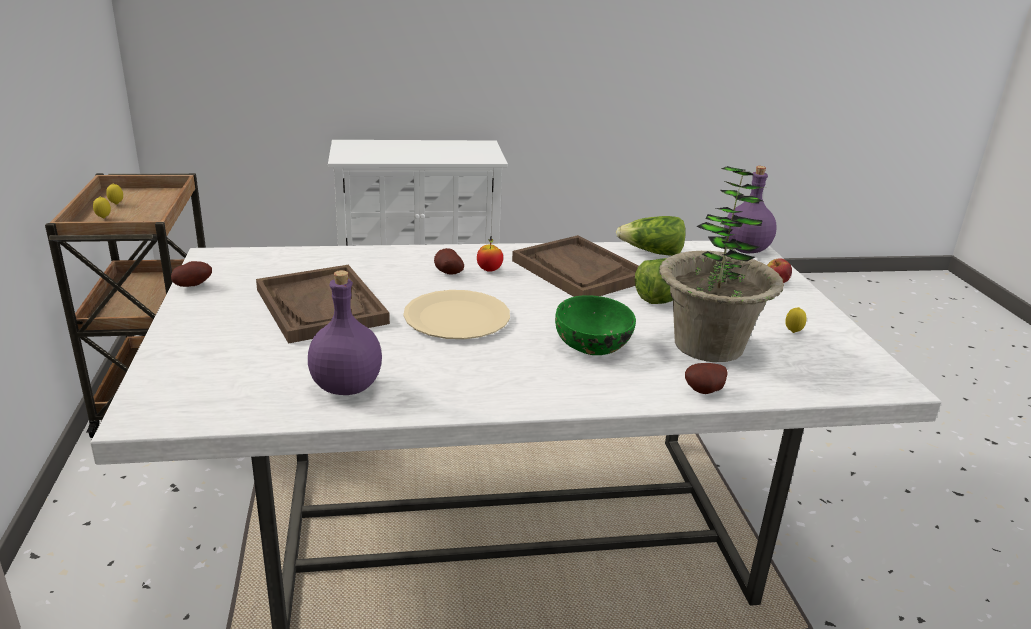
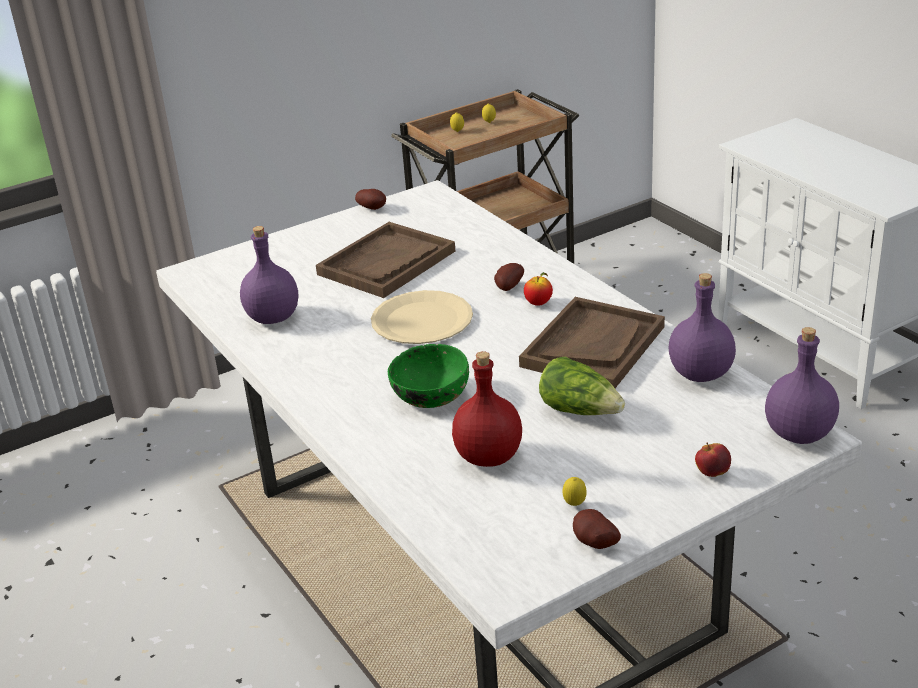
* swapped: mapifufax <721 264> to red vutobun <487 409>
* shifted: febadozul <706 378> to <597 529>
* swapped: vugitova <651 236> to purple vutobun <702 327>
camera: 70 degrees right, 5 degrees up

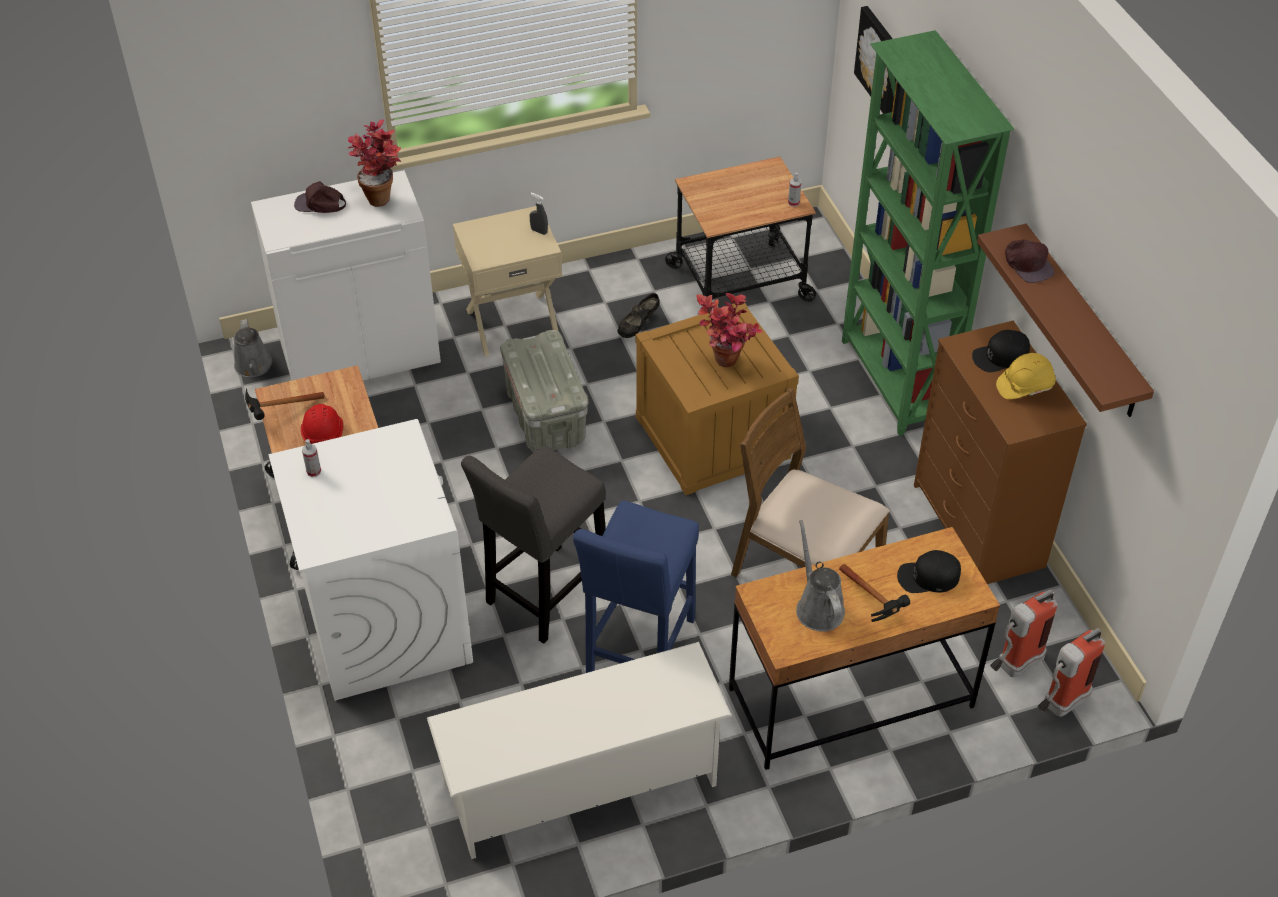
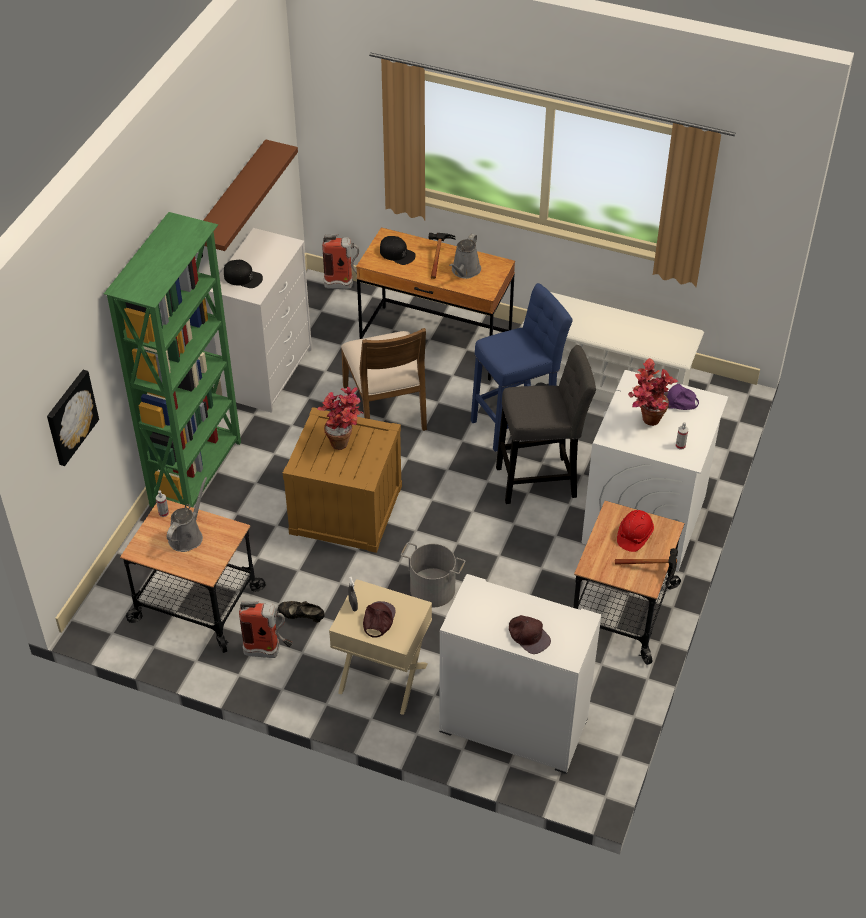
* shifted: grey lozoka <253 348> to <186 514>
* repainted: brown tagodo <1000 452> to white tagodo <260 320>
* shifted: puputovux <1023 633> to <266 629>
* rotated: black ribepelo <638 315> = <301 611> 150 degrees counterclockwise
* shifted: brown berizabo <1030 261> to <379 619>
* swapped: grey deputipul <544 391> to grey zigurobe <433 575>
* shifted: mapifufax <374 163> to <653 392>
* new: purple berizabo <681 397>
* gone: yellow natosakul <1026 376>
camera: 140 degrees left, 0 degrees up

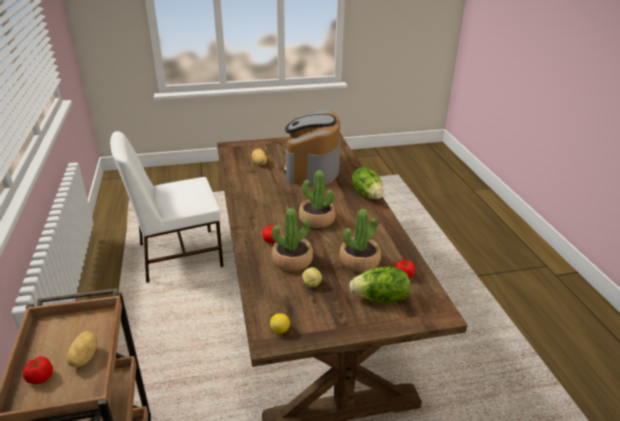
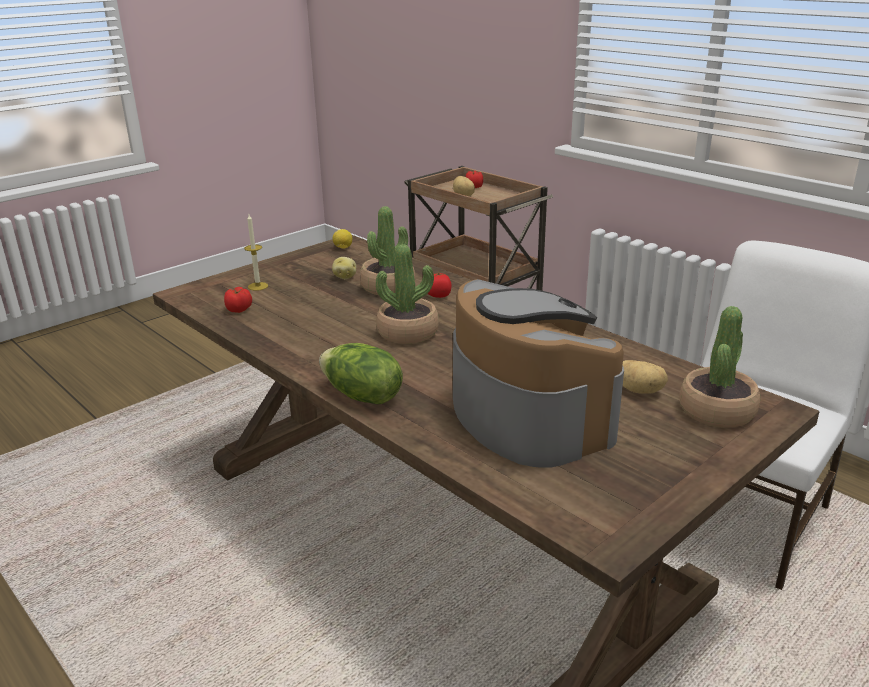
* swapped: vugitova <380 285> to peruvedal <256 252>
* shifted: mapifufax <360 240> to <719 367>
camera: 150 degrees right, 5 degrees down

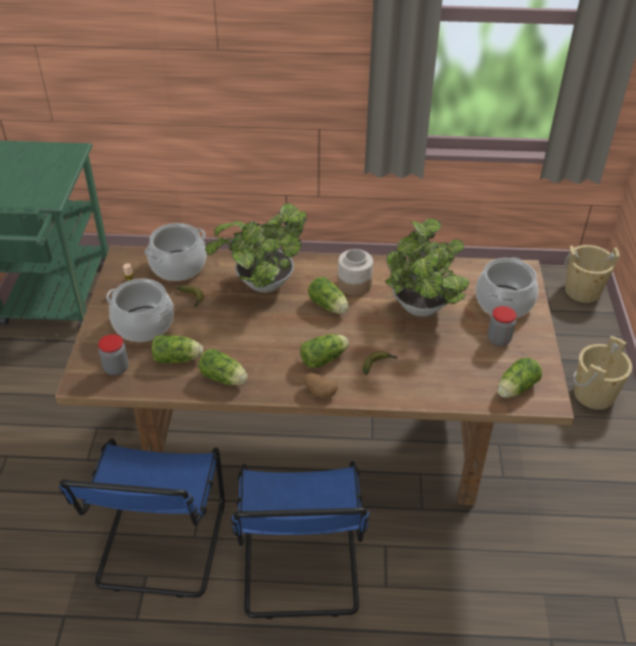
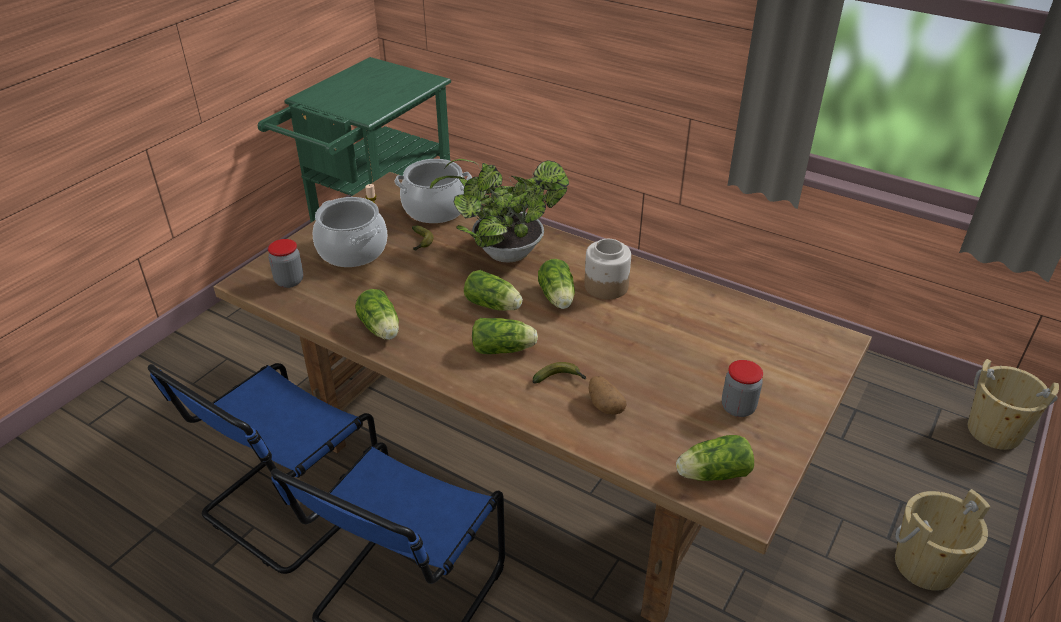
* shifted: vugitova <177 349> to <493 290>
* shifted: febadozul <321 385> to <607 395>
* gone: mapifufax <427 267>
* gone: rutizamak <506 287>
camera: 30 degrees right, 5 degrees down

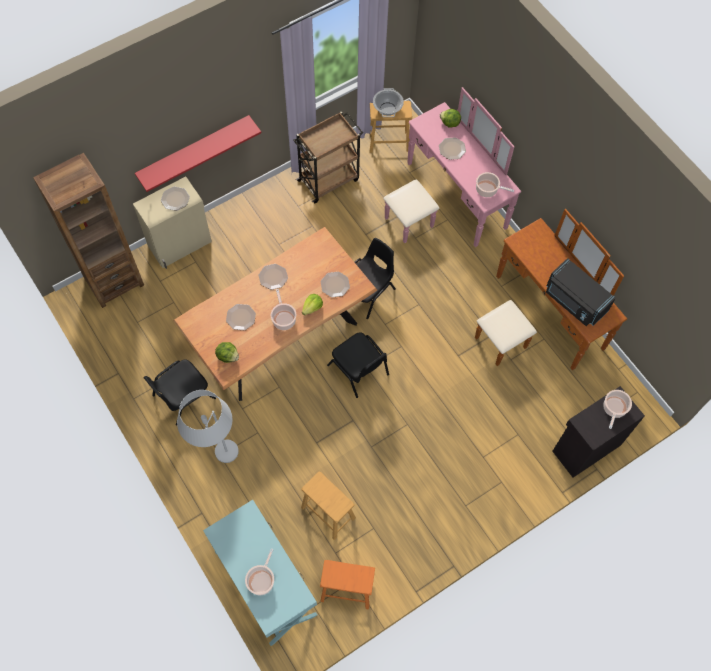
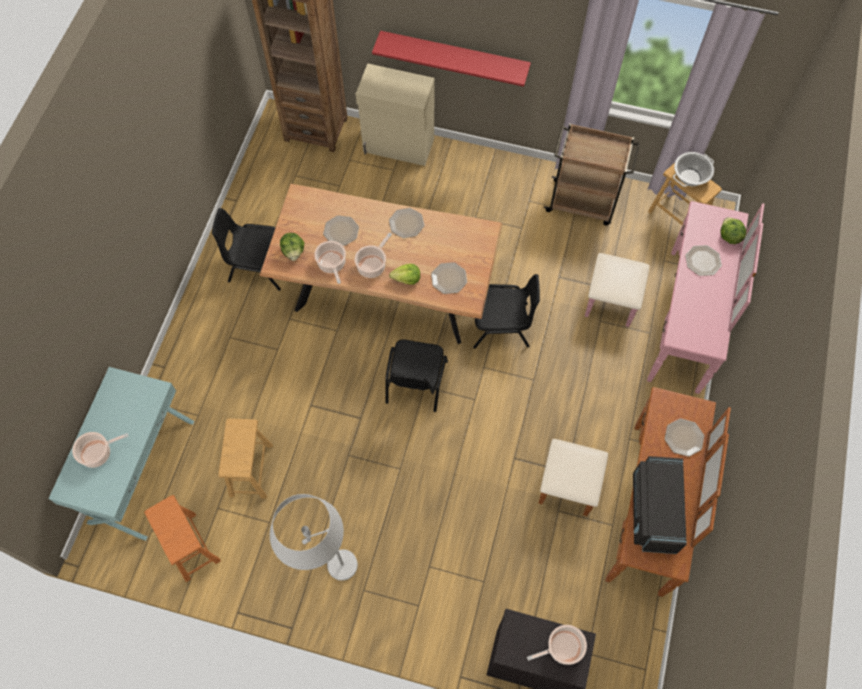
* shifted: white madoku <208 426> to <314 537>
* shifted: rutizamak <495 184> to <330 262>
* shifted: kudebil <175 198> to <684 438>
camera: 50 degrees right, 0 degrees up

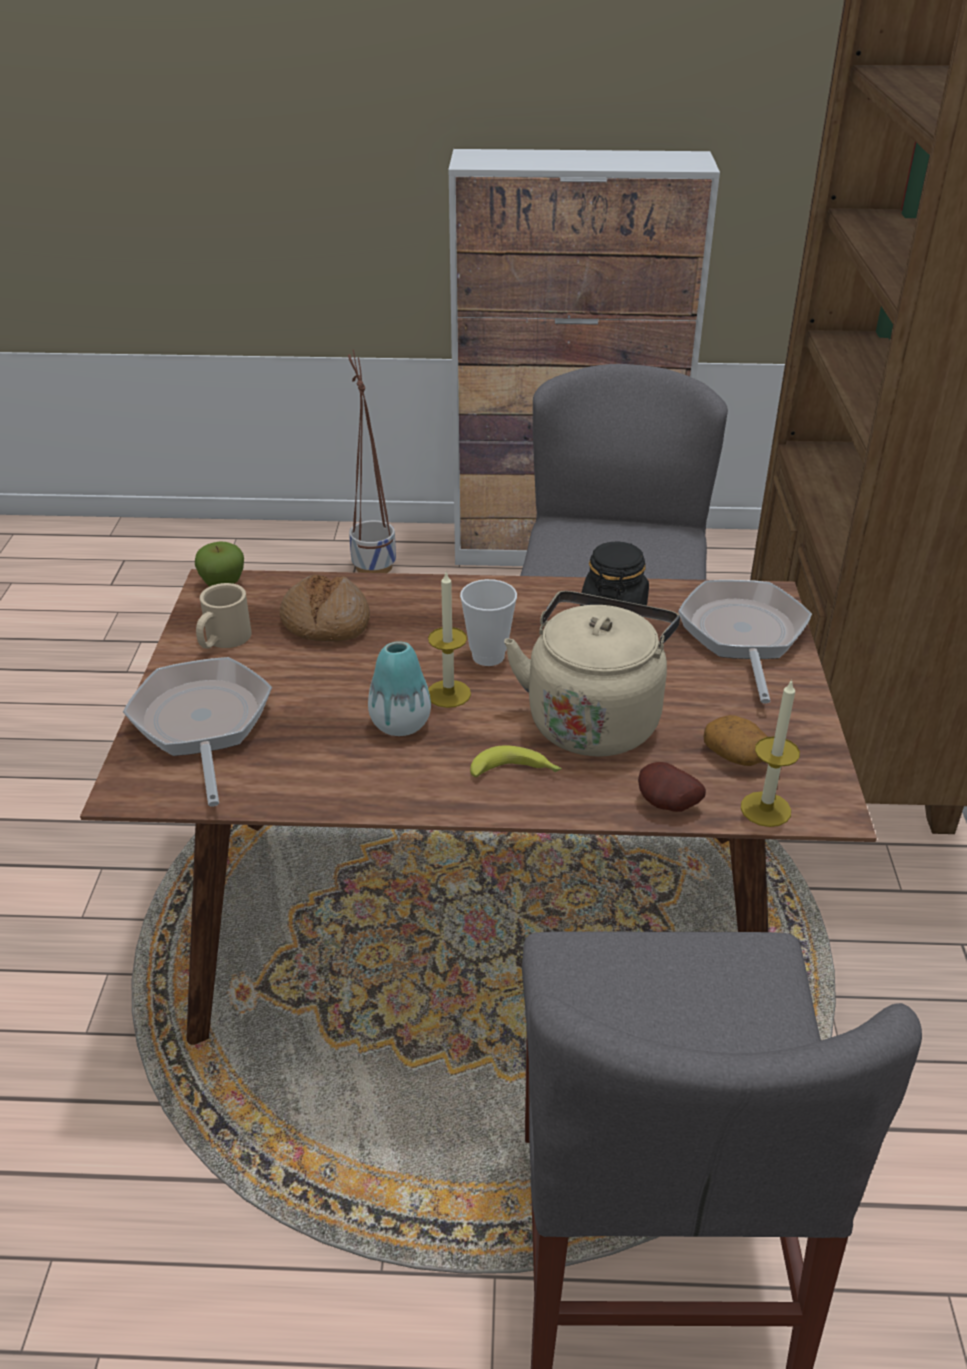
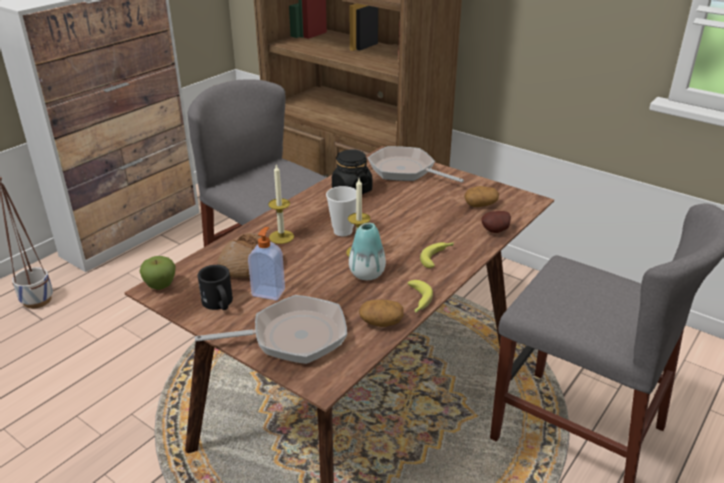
* rotated: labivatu <197 732> = <271 329> 150 degrees clockwise
* repainted: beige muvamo <224 615> to black muvamo <215 287>
* new: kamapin <266 263>
* shifted: peruvedal <770 753> to <281 204>
* new: febadozul <381 313>
* new: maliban <420 296>
* gone: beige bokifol <592 674>
camera: 55 degrees left, 5 degrees down

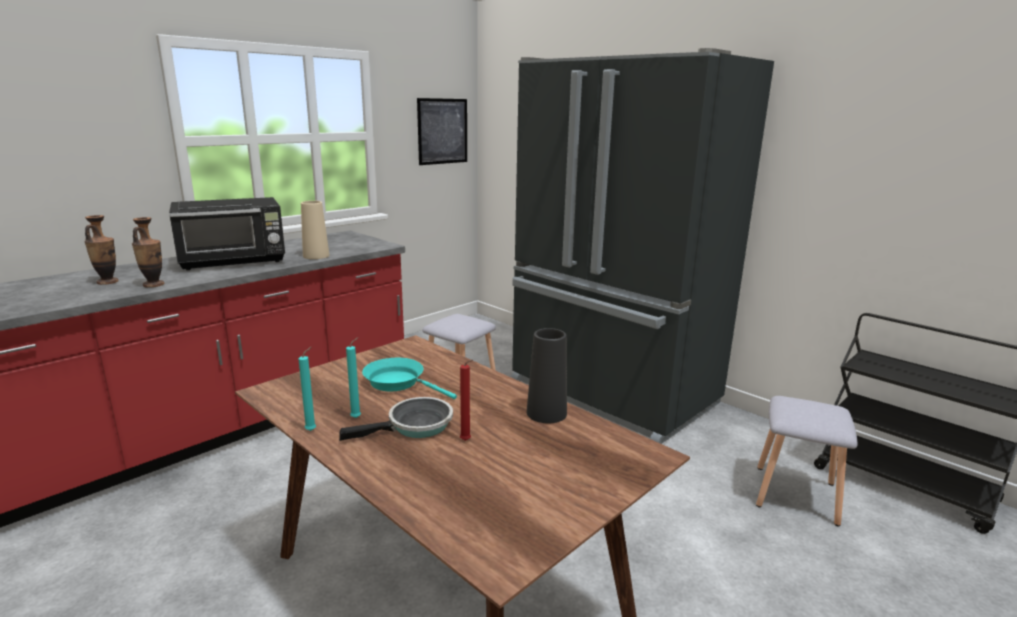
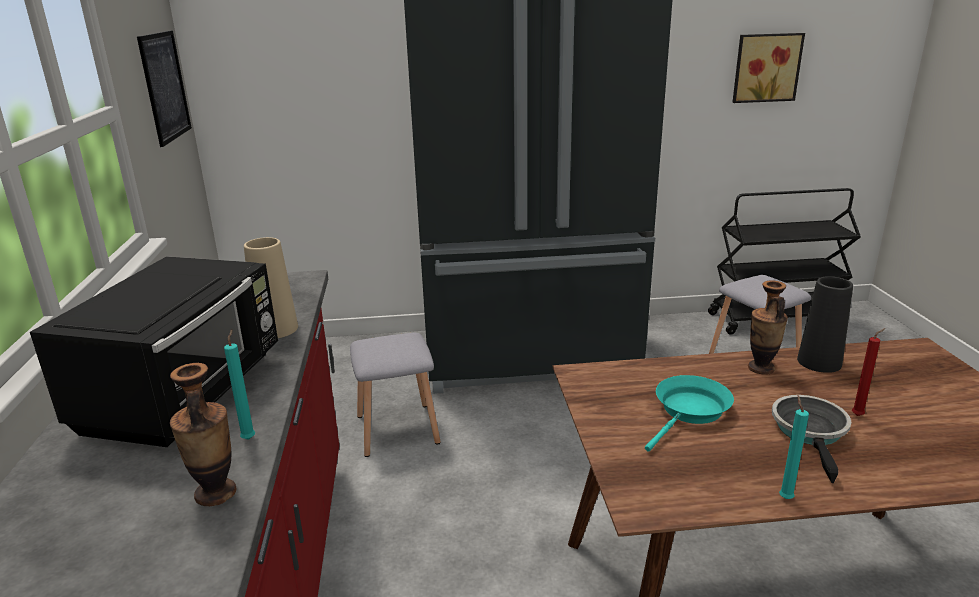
* shifted: turquoise peruvedal <353 377> to <239 384>
* rotated: turquoise labivatu <409 378> = <689 413> 150 degrees clockwise
* new: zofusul <768 68>
* shifted: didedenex <101 250> to <768 327>
camera: 50 degrees left, 5 degrees up

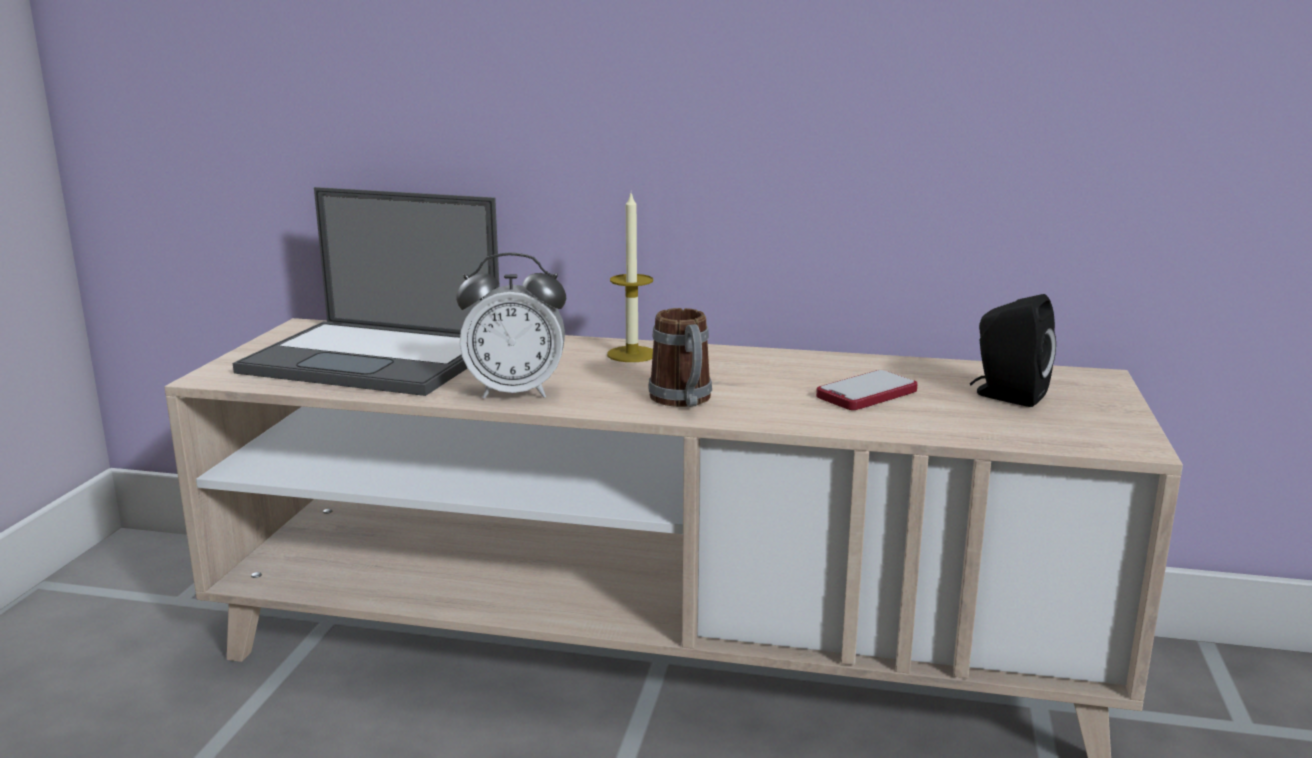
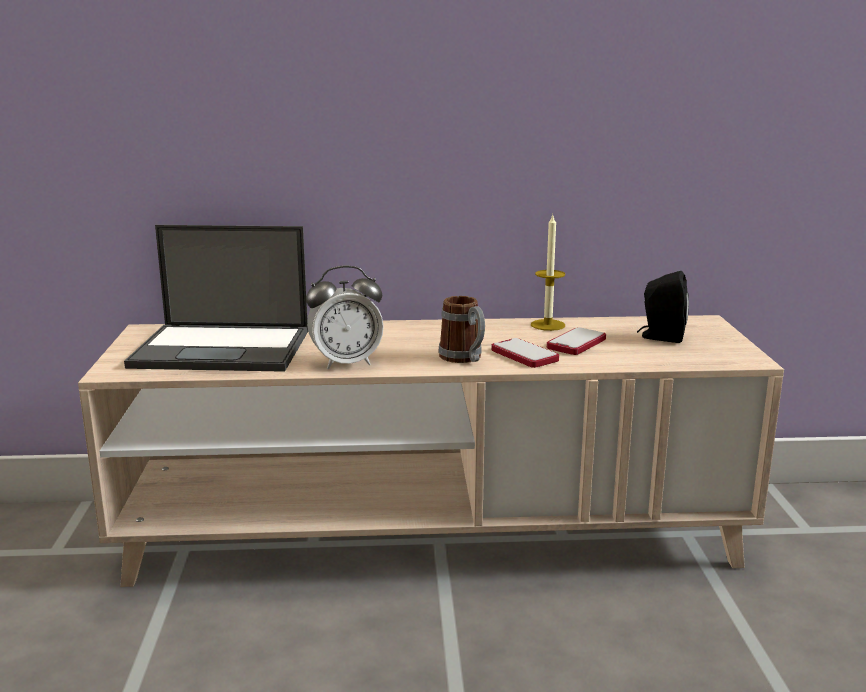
* new: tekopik <525 353>
* shifted: peruvedal <630 278> to <548 273>
camera: 15 degrees left, 0 degrees up

